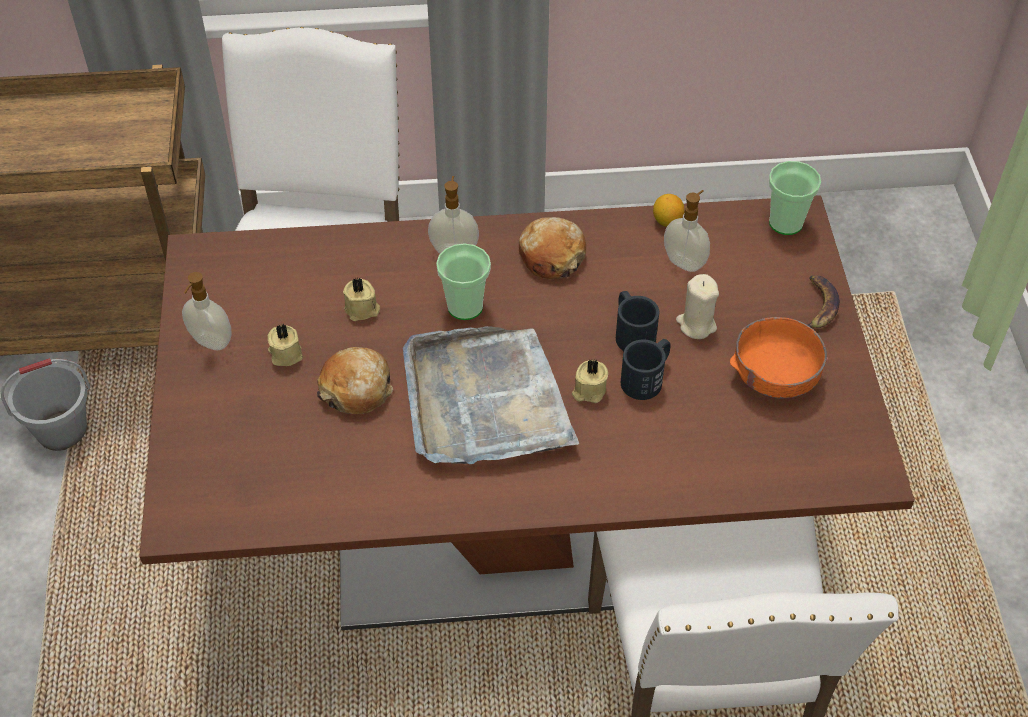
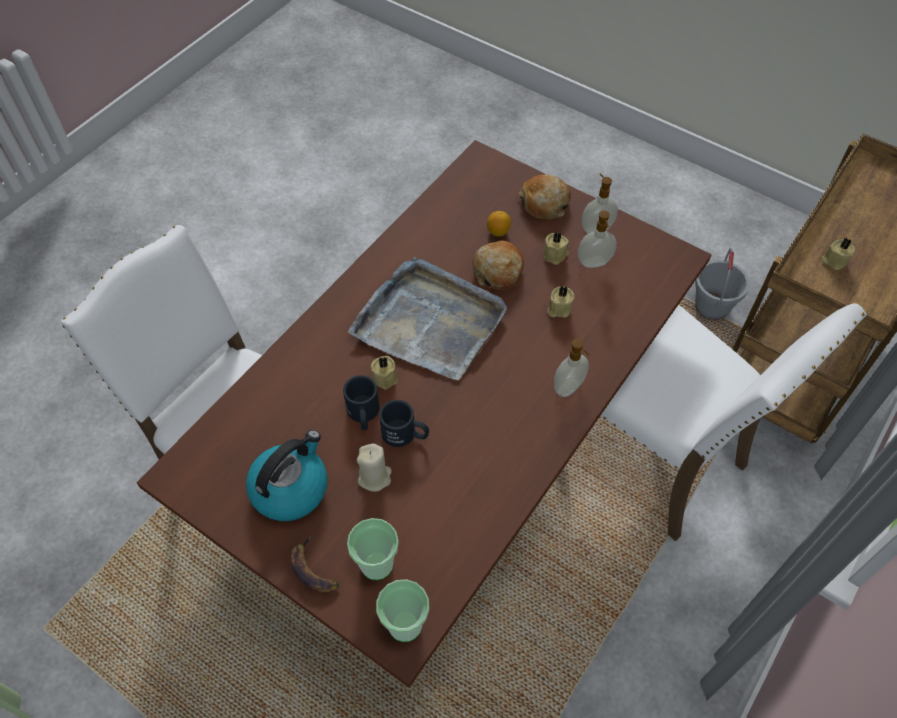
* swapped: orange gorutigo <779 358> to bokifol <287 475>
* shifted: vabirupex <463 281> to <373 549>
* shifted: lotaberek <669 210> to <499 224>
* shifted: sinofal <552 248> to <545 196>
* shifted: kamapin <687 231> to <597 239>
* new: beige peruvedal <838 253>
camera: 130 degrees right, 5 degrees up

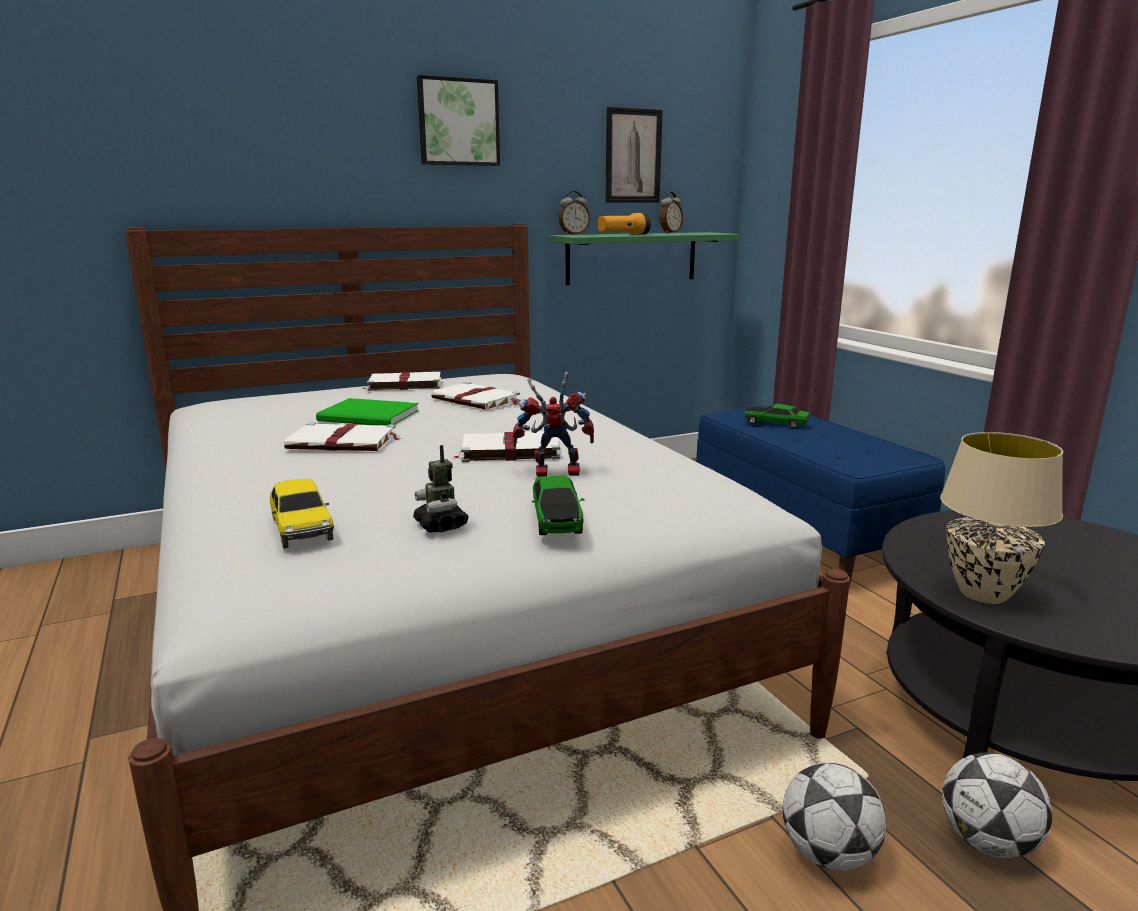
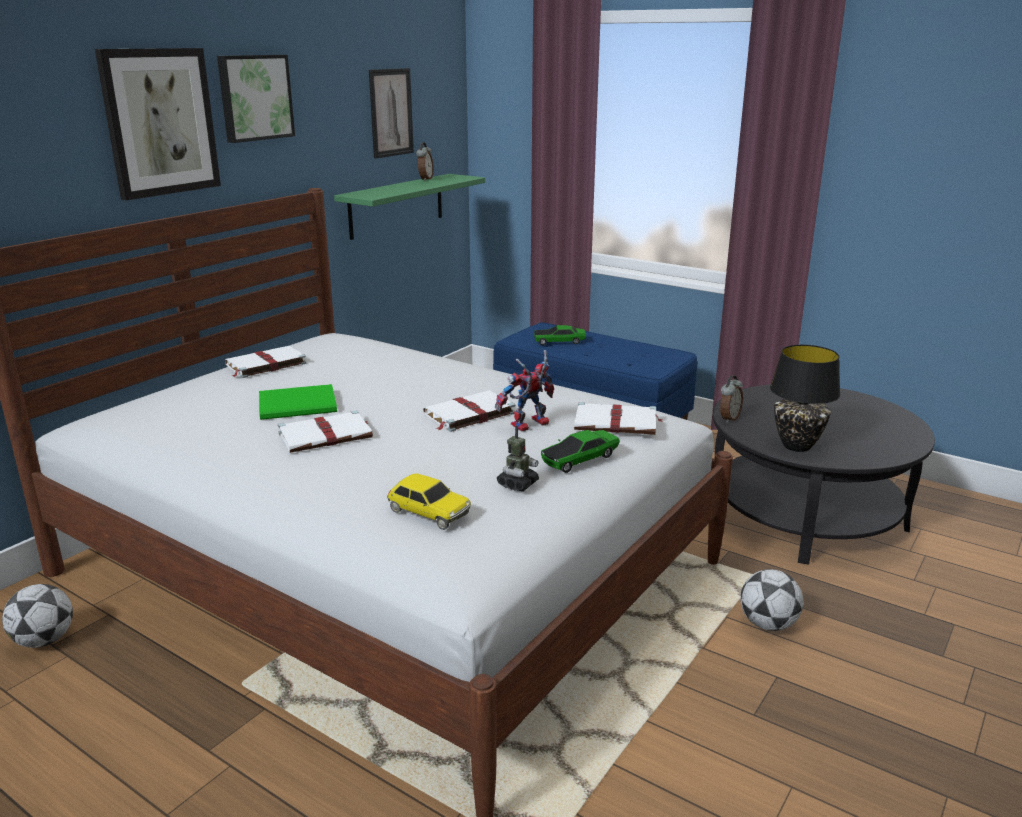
* shifted: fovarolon <997 805> to <37 616>
* new: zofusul <158 124>
* rotated: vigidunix <440 489> = <518 458> 90 degrees counterclockwise
* rotated: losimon <558 505> = <580 451> 90 degrees clockwise
* shifted: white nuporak <476 396> to <618 418>
* shifted: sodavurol <574 213> to <731 399>
* repainted: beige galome <1001 518> to black galome <805 398>
* gone: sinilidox <624 224>
camera: 30 degrees left, 5 degrees up

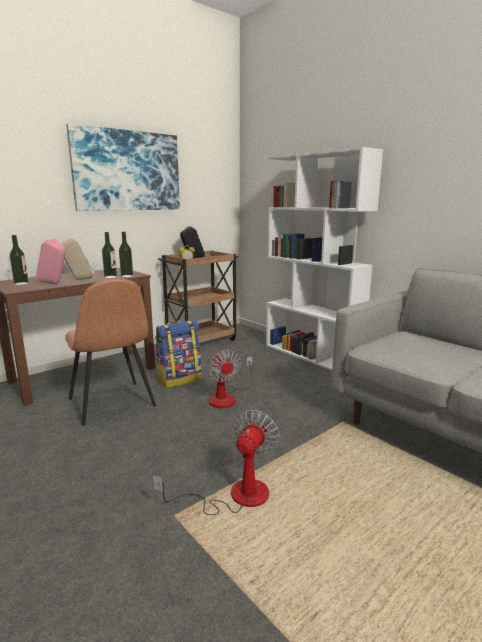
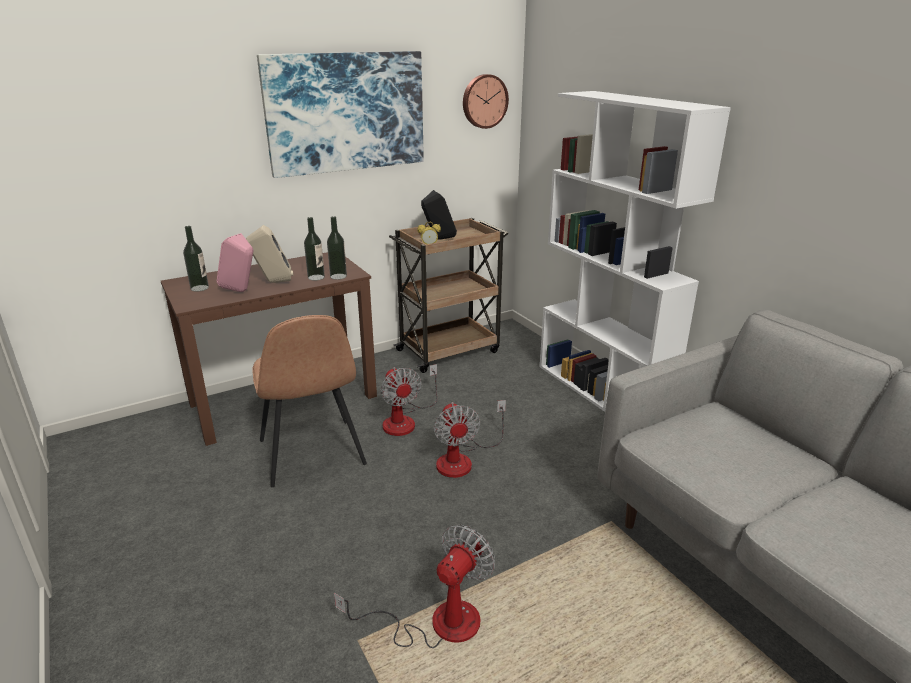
* swapped: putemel <178 354> to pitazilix <409 400>
* new: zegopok <486 101>
camera: 10 degrees right, 10 degrees up

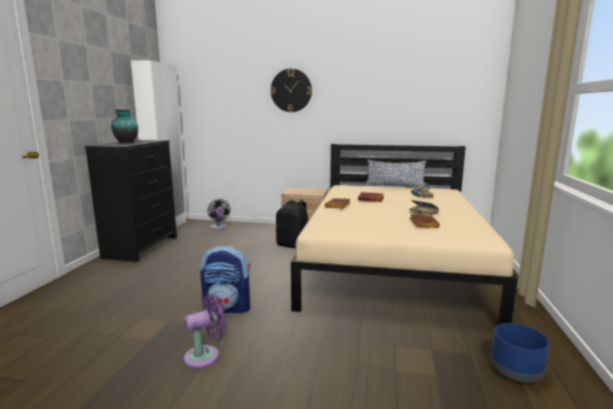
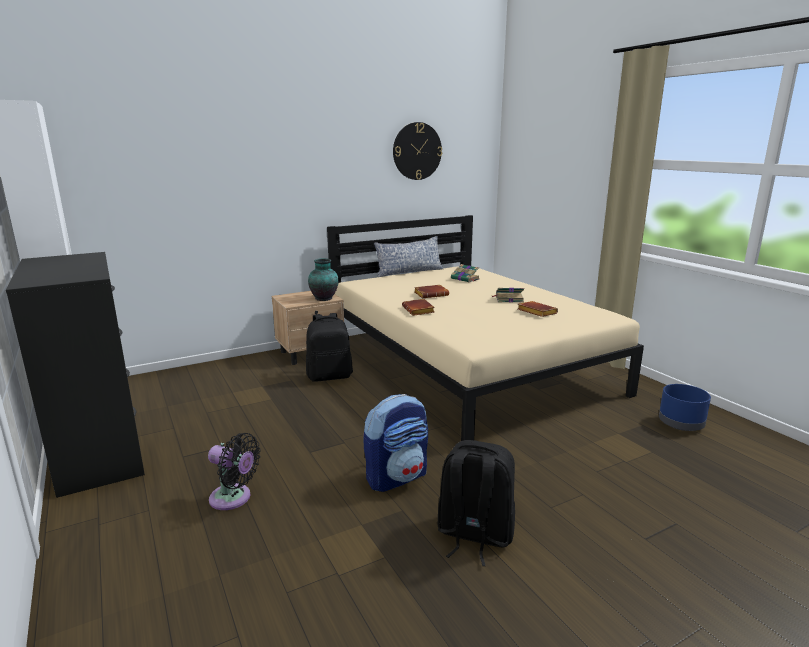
* shifted: black pitazilix <219 214> to <234 471>
* shifted: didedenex <124 126> to <323 279>
* shifted: zegopok <291 90> to <417 151>
* swapped: purple pitazilix <205 331> to black putemel <476 503>
camera: 40 degrees left, 5 degrees up

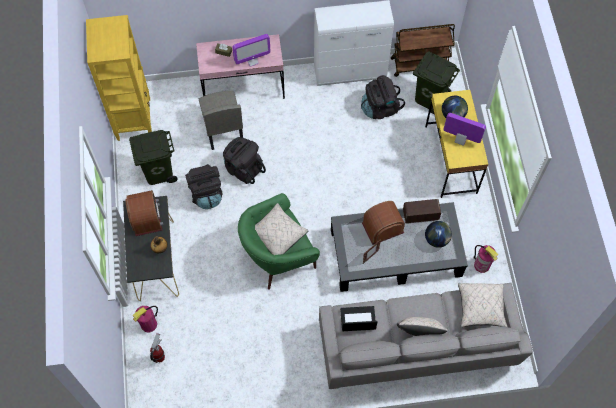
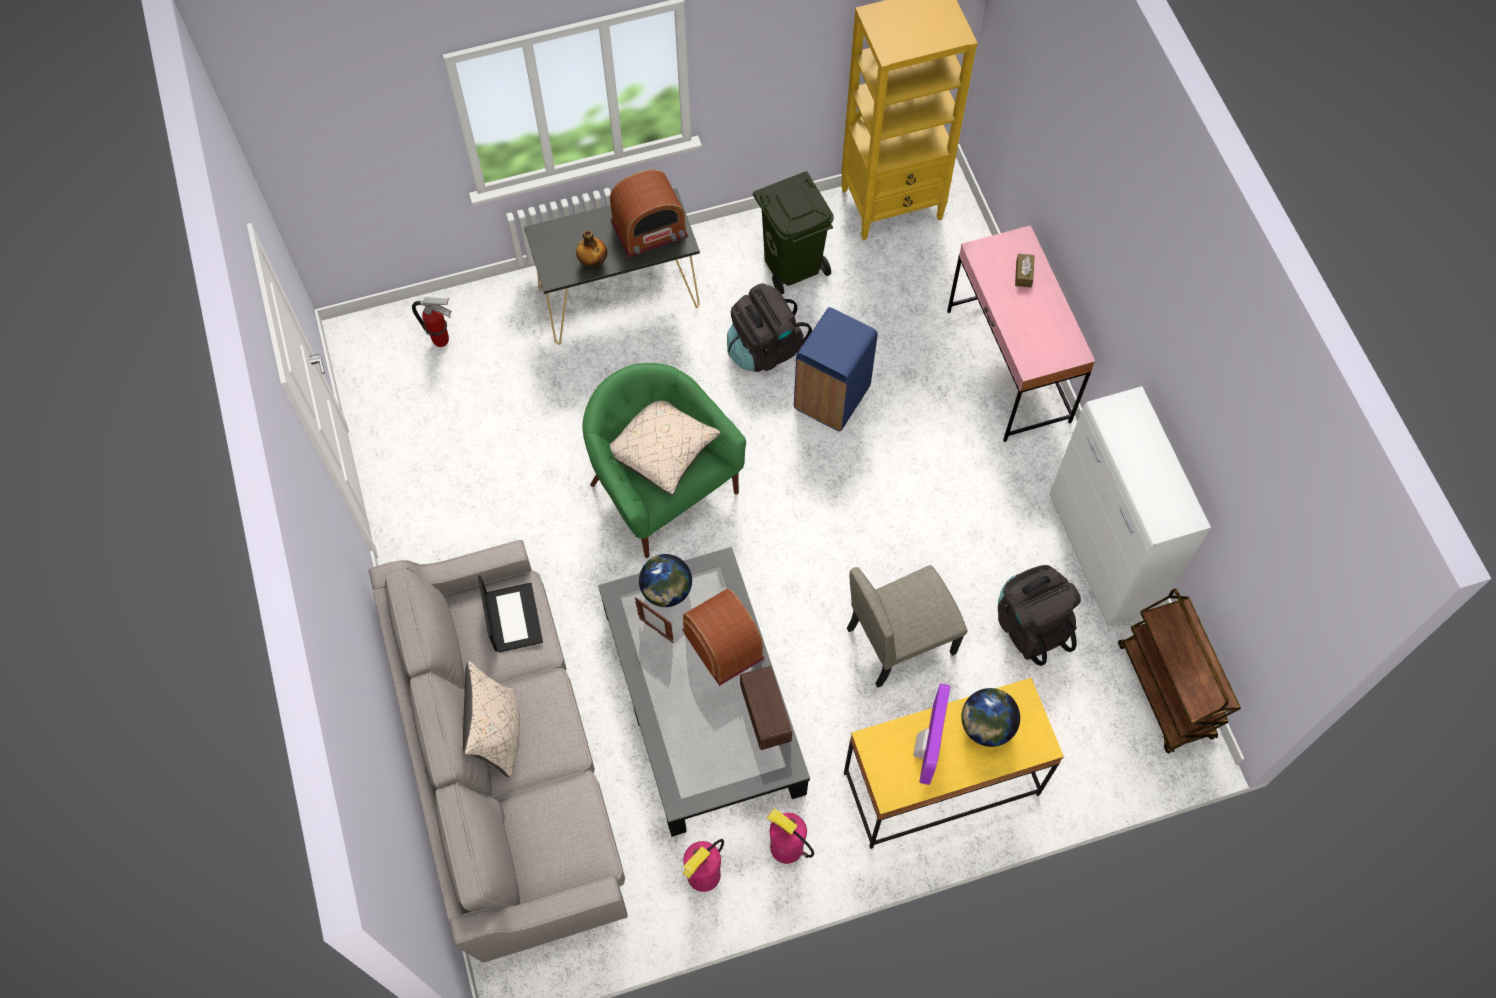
* shifted: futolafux <438 234> to <665 580>
* shifted: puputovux <145 319> to <790 836>
* swapped: black putemel <244 160> to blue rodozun <836 369>
* shifted: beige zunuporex <221 120> to <907 626>
* gone: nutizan <251 50>
* gone: green rodozun <436 82>
* gone: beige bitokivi <483 305>
camera: 80 degrees right, 0 degrees up

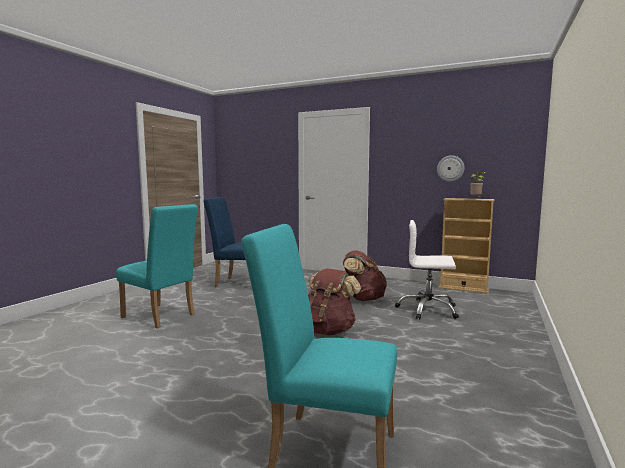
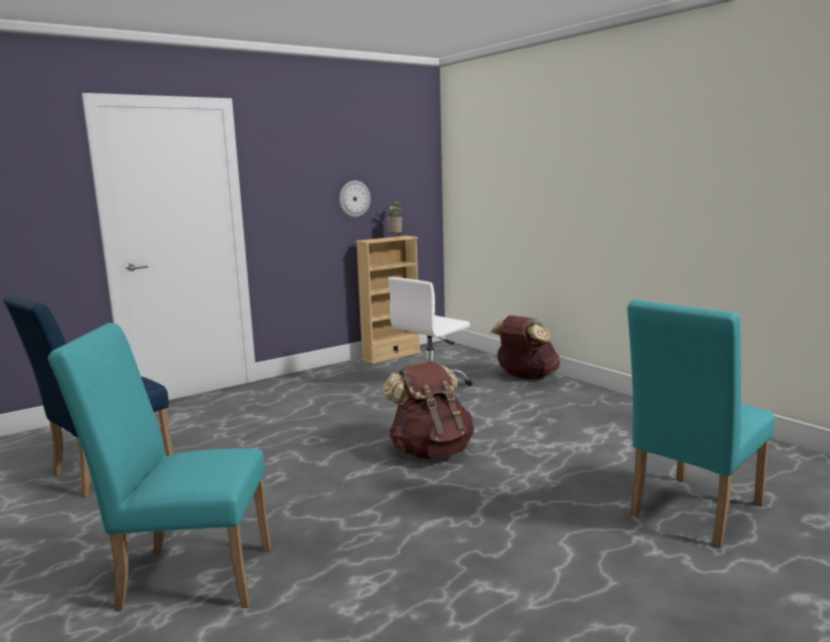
* rotated: turquoise zunuporex <157 266> = <159 467> 150 degrees counterclockwise
* shifted: brown putemel <365 276> to <525 347>
camera: 60 degrees left, 5 degrees up

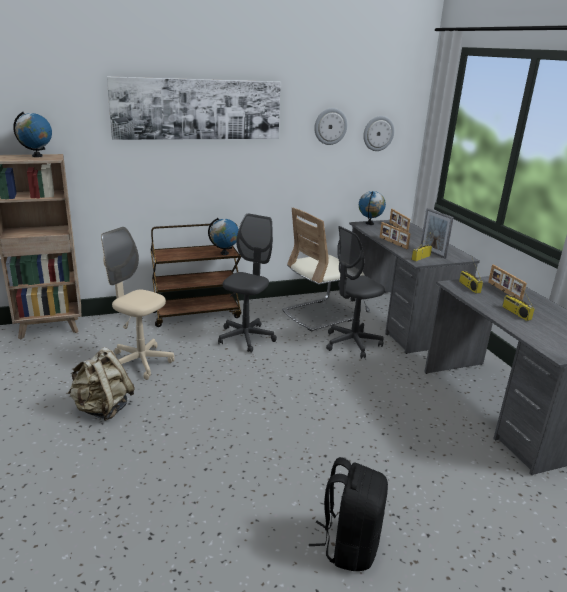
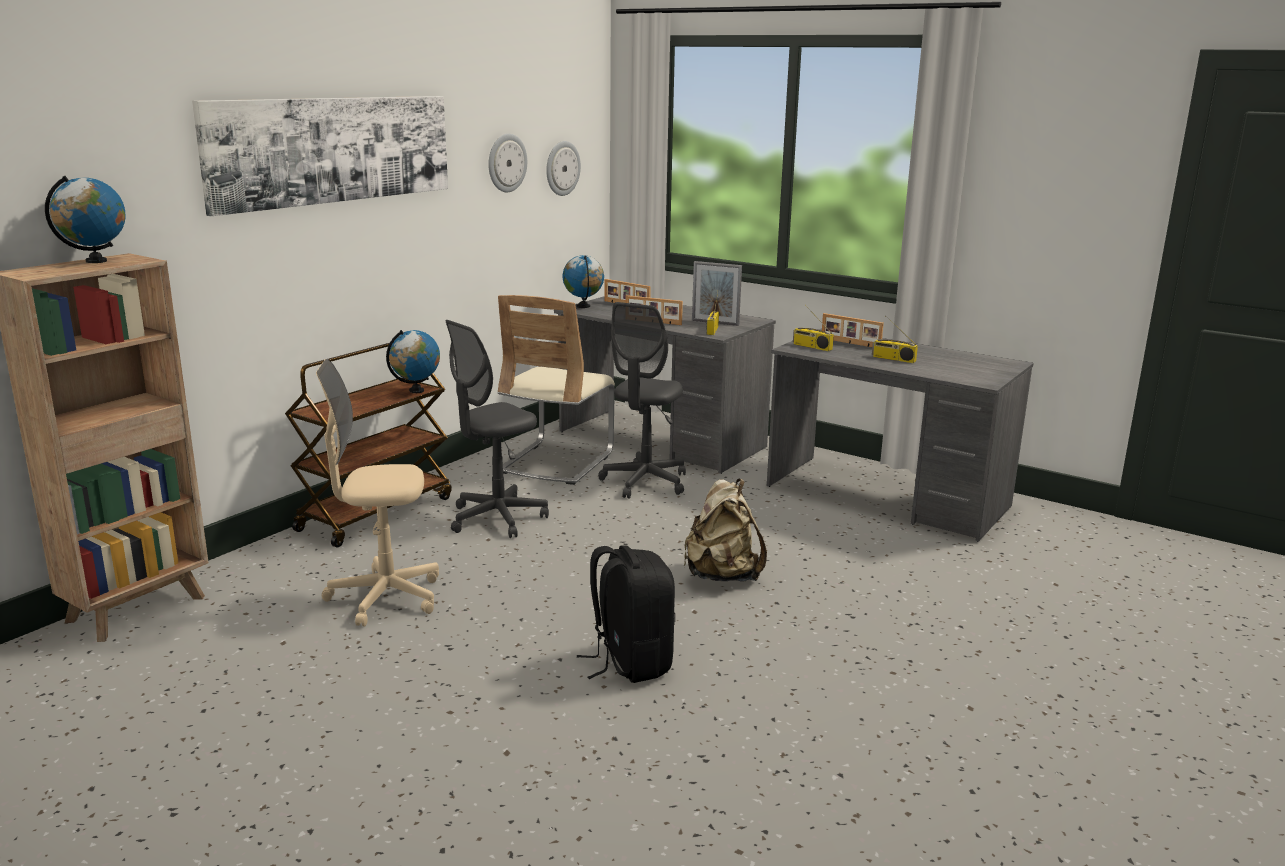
* rotated: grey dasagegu <247 283> = <497 429> 120 degrees counterclockwise
* shifted: black putemel <348 514> to <626 614>
* shifted: beige putemel <101 384> to <725 530>
camera: 35 degrees left, 5 degrees down

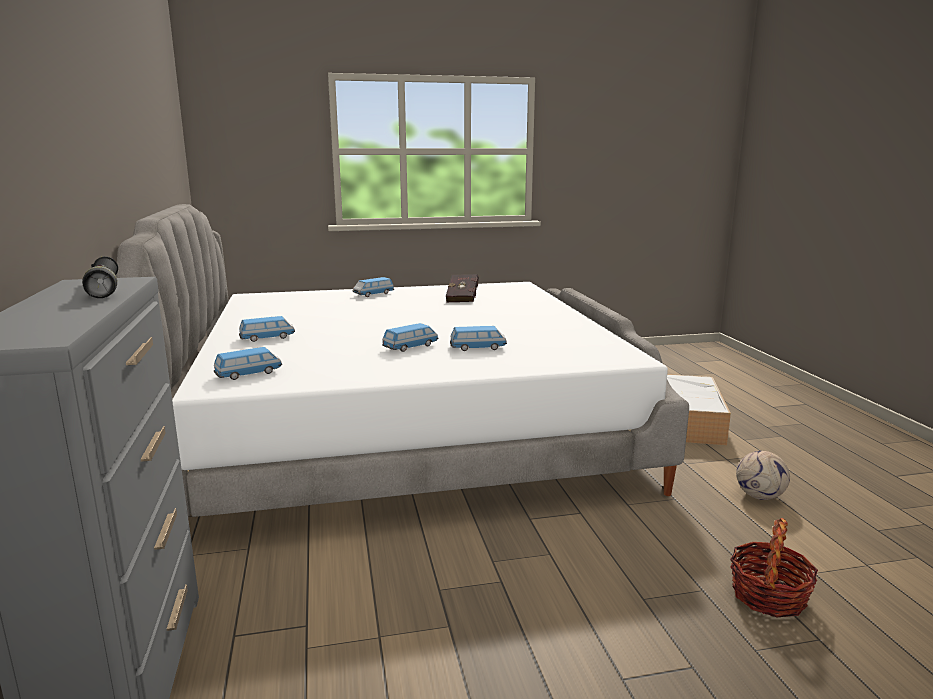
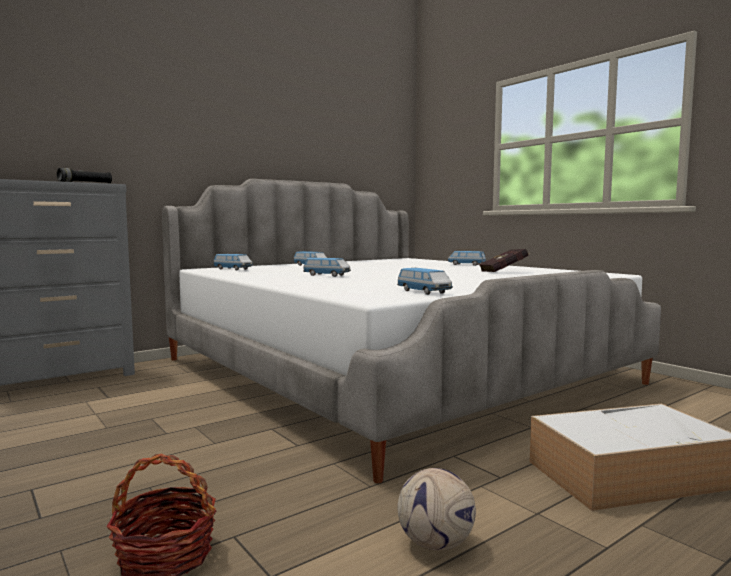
* shifted: losimon <478 338> to <425 281>
camera: 65 degrees right, 10 degrees down

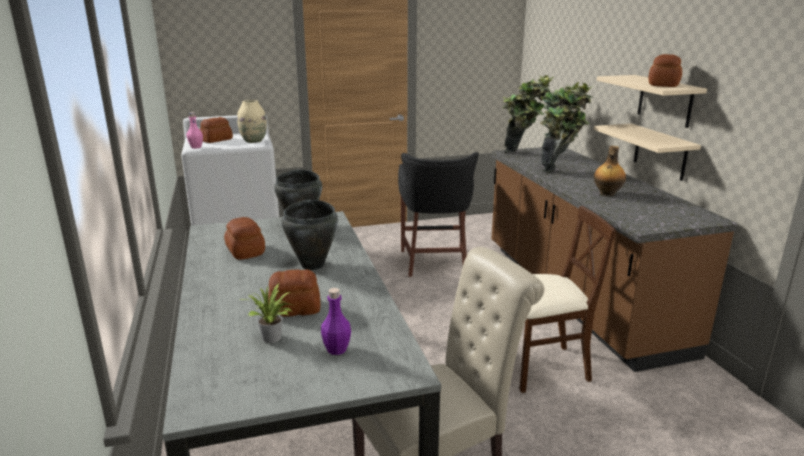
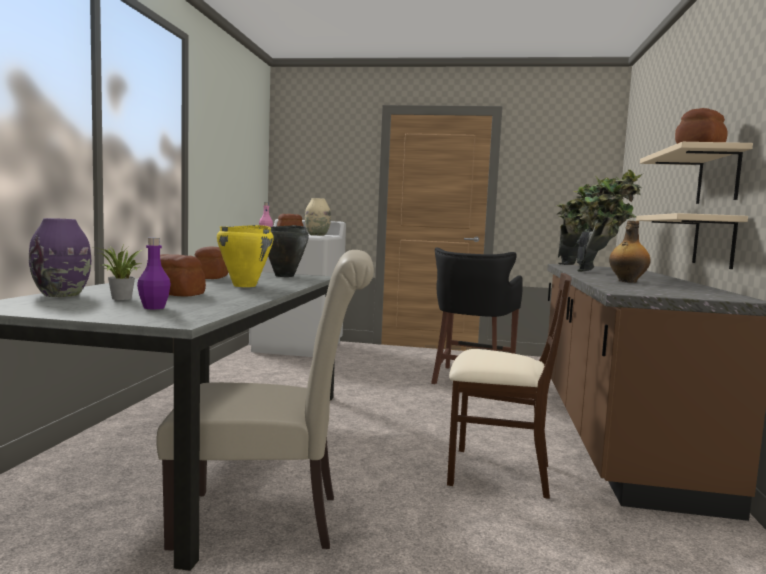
* new: purple didedenex <60 257>
* repainted: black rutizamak <309 235> to yellow rutizamak <245 256>
camera: 25 degrees right, 15 degrees down

